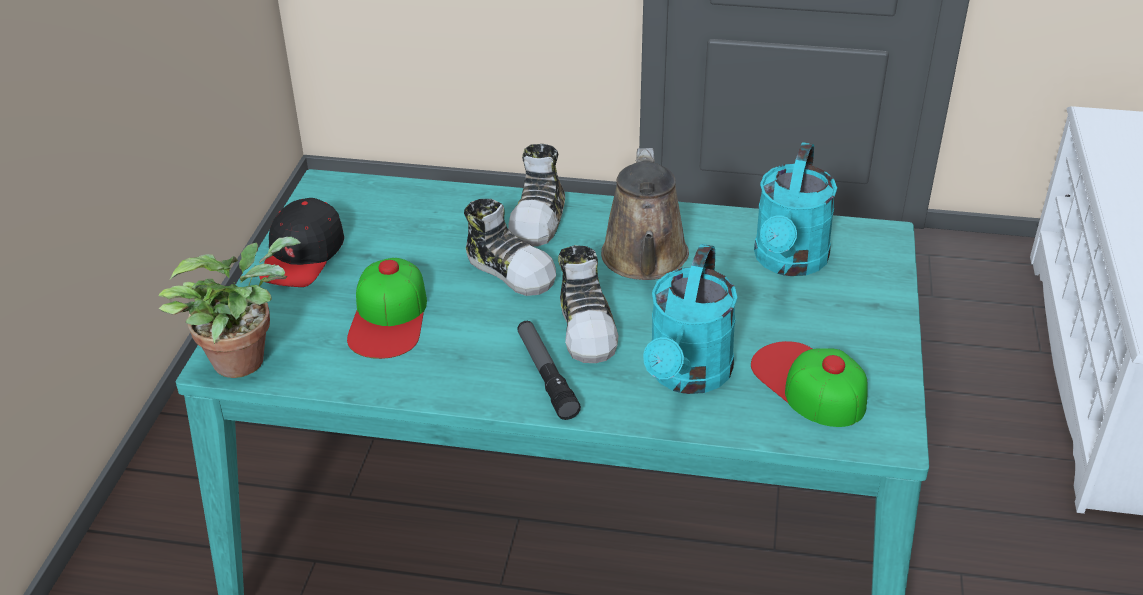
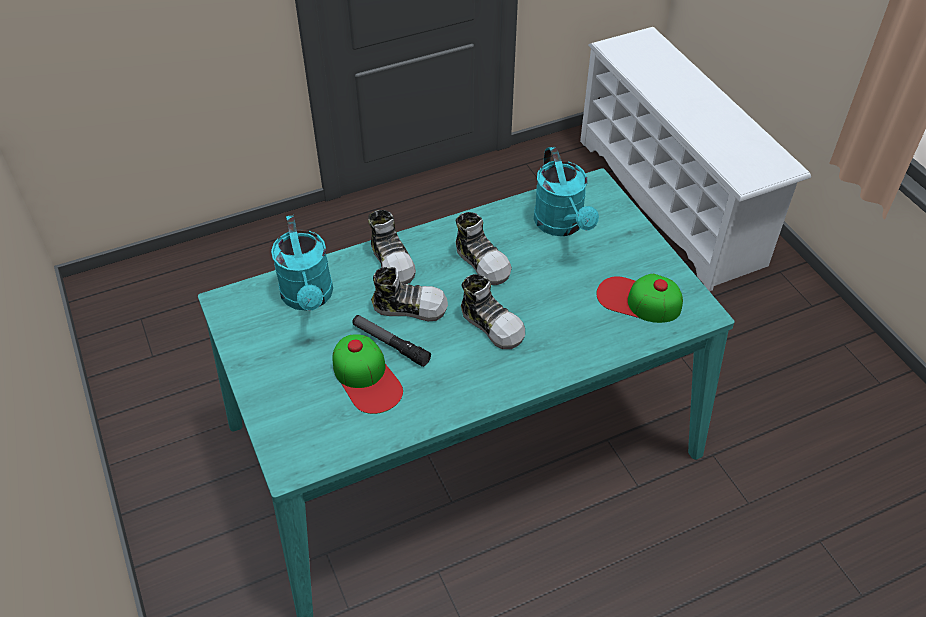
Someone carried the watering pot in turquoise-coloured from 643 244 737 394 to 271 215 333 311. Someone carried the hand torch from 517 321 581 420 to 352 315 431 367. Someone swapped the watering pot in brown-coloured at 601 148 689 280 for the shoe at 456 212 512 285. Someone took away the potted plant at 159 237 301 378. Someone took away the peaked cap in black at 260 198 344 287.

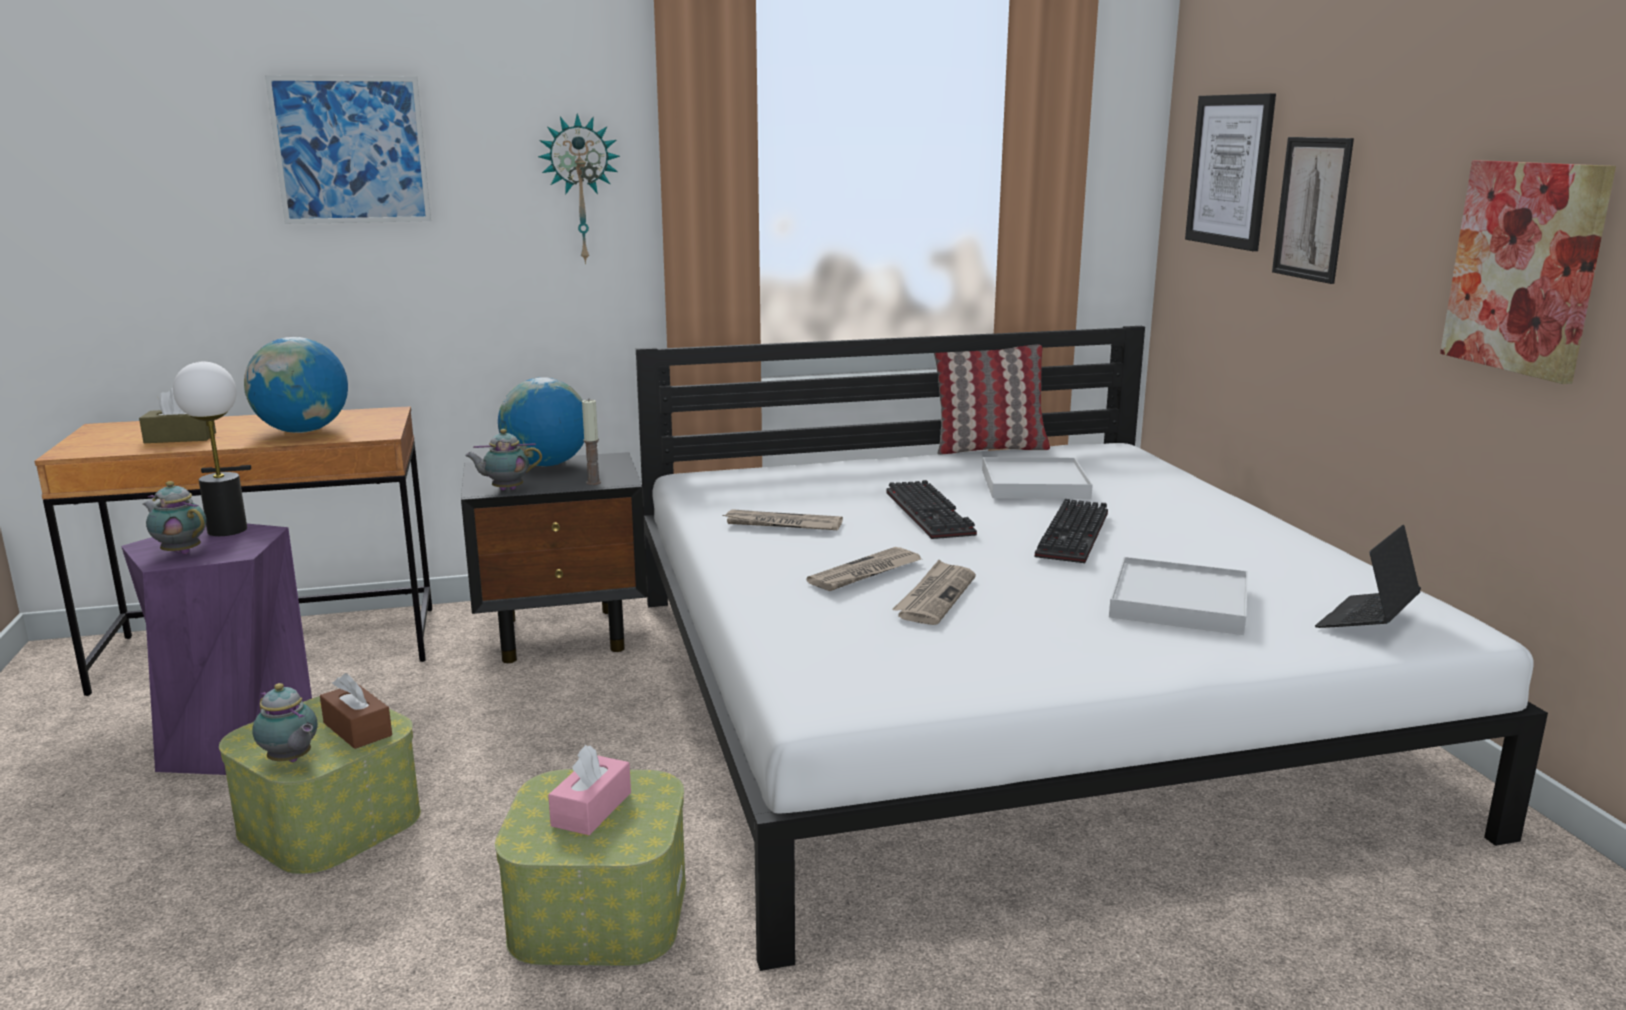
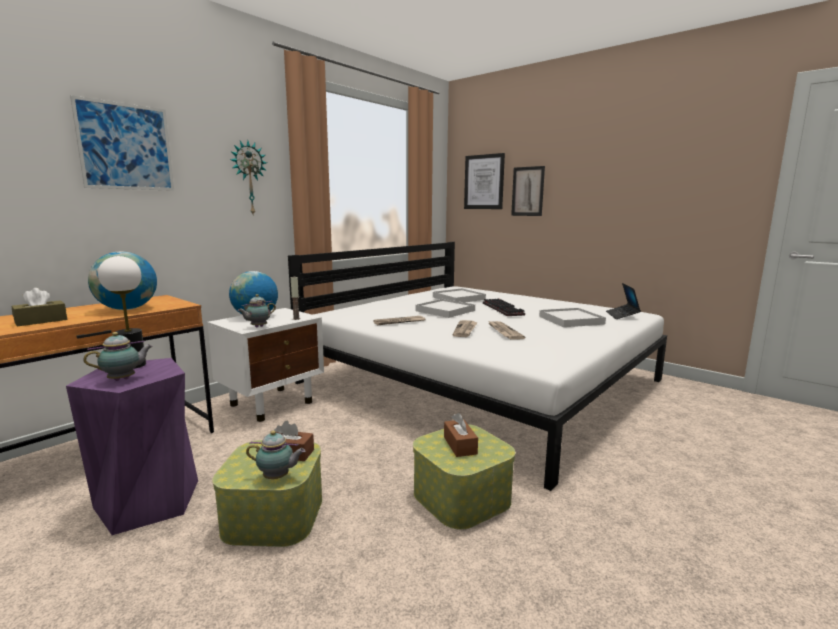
Someone rotated the pot for tea at 143 481 206 554 by 150 degrees clockwise. Someone repainted the nightstand in black at 461 452 647 663, which became the nightstand in white-coloured at 207 308 324 422. Someone swapped the computer keyboard at 886 480 977 539 for the serving tray in white-coloured at 415 299 475 318. Someone repainted the box of tissues in pinkish at 548 745 631 835, which became the box of tissues in brown-coloured at 444 413 478 457. Someone took away the pillow at 934 344 1050 455. Someone took away the wall art at 1440 160 1616 384.

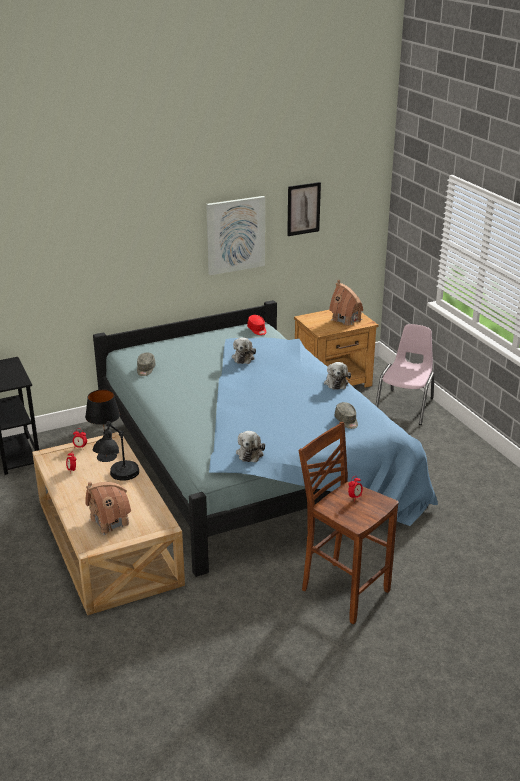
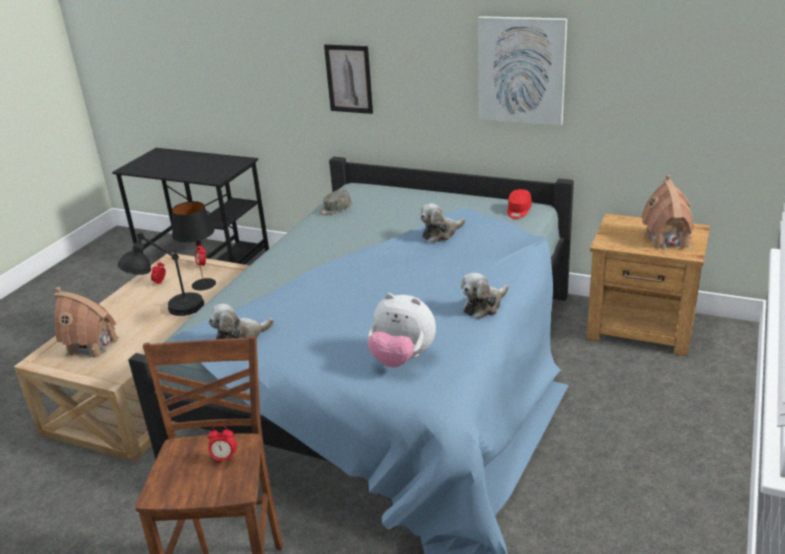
Someone carried the wall art from 287 182 321 236 to 324 44 373 114. Someone swapped the peaked cap in greyish at 335 402 358 429 for the plush toy at 367 293 436 367. Someone took away the plain chair in pinkish at 375 324 434 425.

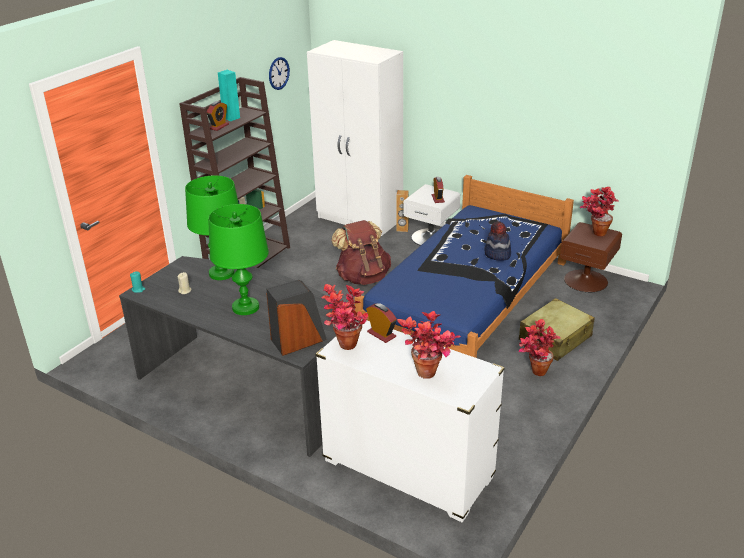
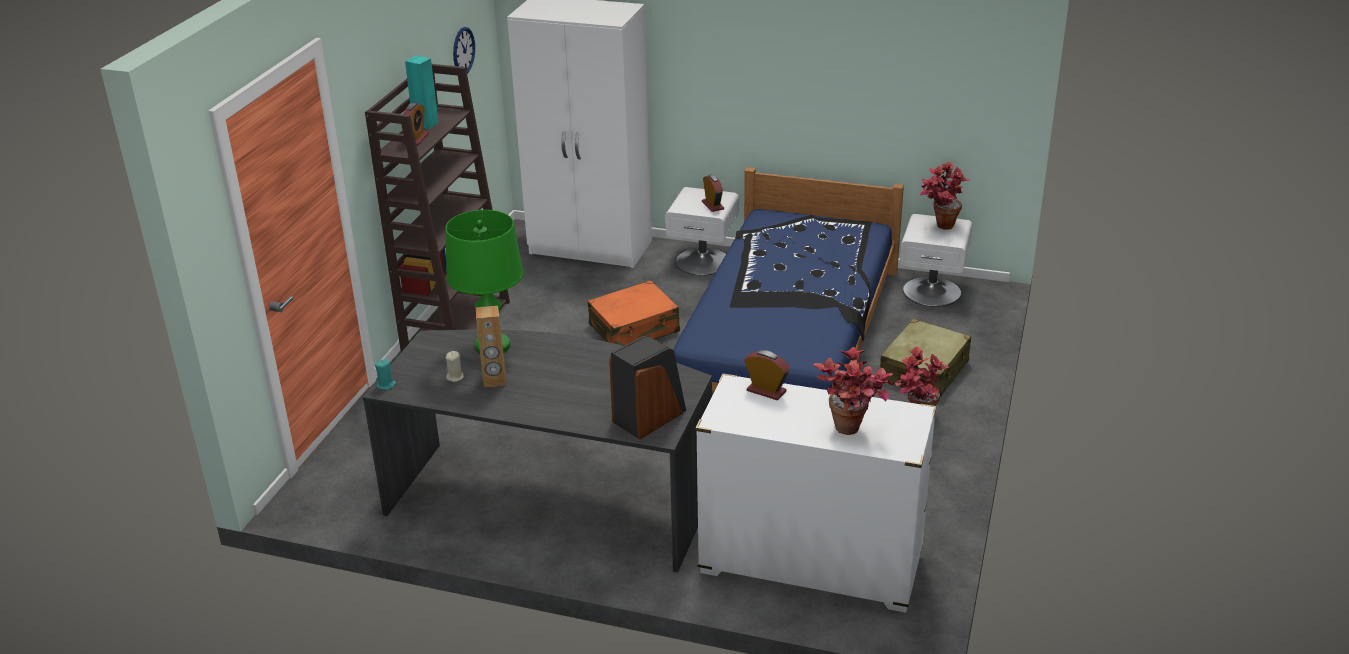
Someone carried the speaker in brown-coloured from 396 190 409 232 to 476 305 506 387. Someone swapped the knapsack in brown-coloured at 331 220 391 285 for the piece of luggage in orange at 588 280 680 346. Someone repainted the nightstand in brown-coloured at 560 222 622 292, which became the nightstand in white-coloured at 900 214 973 307. Someone took away the tabletop lamp in green-coloured at 208 204 269 315. Someone took away the potted plant at 322 284 368 350. Someone took away the hat at 485 221 511 261.

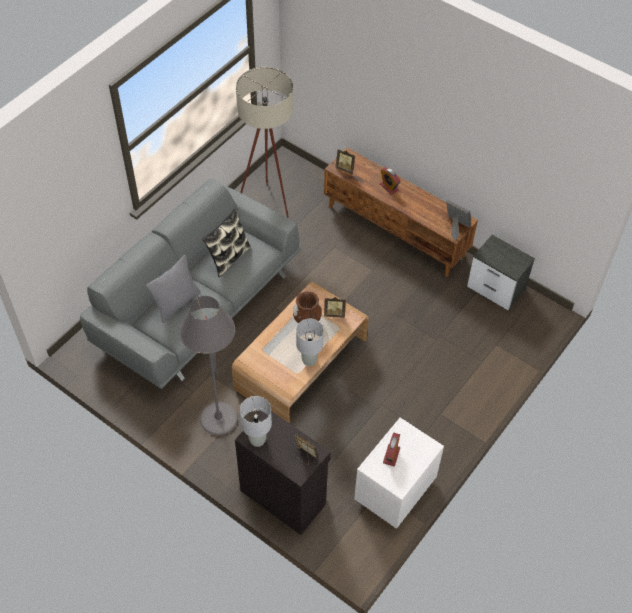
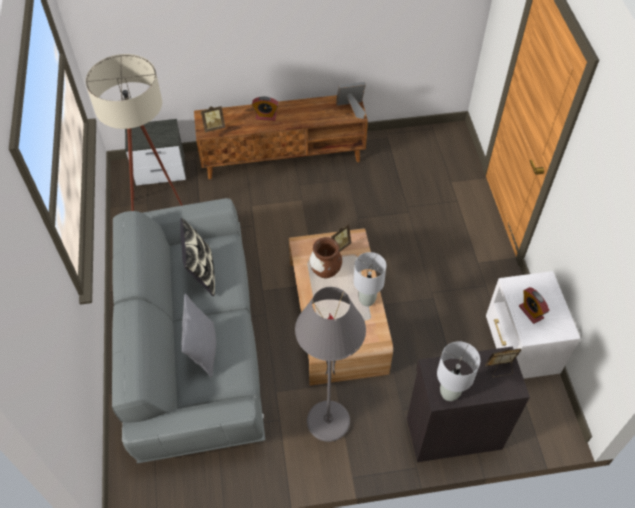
Someone carried the nightstand from 467 235 535 310 to 125 119 186 186.

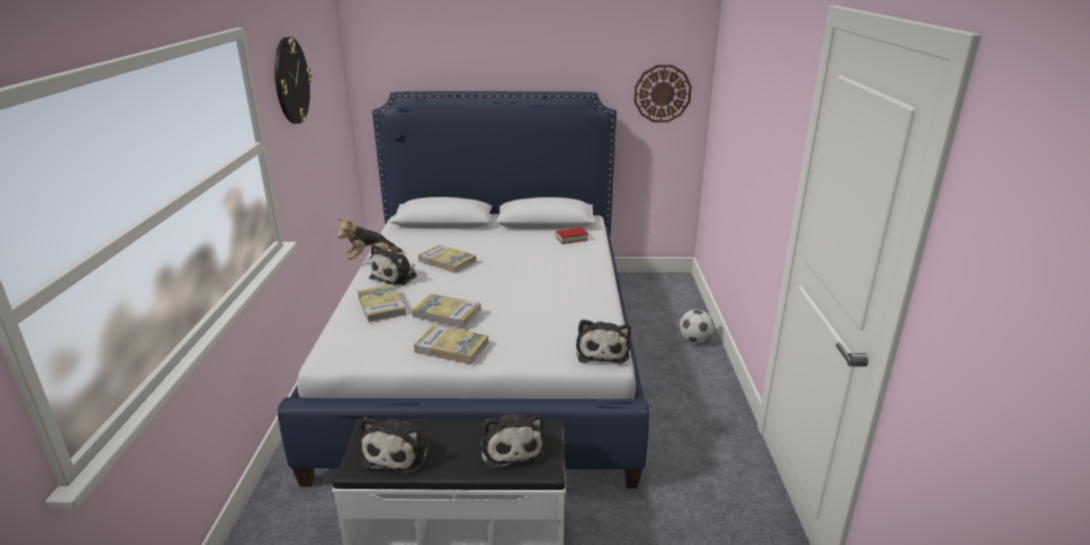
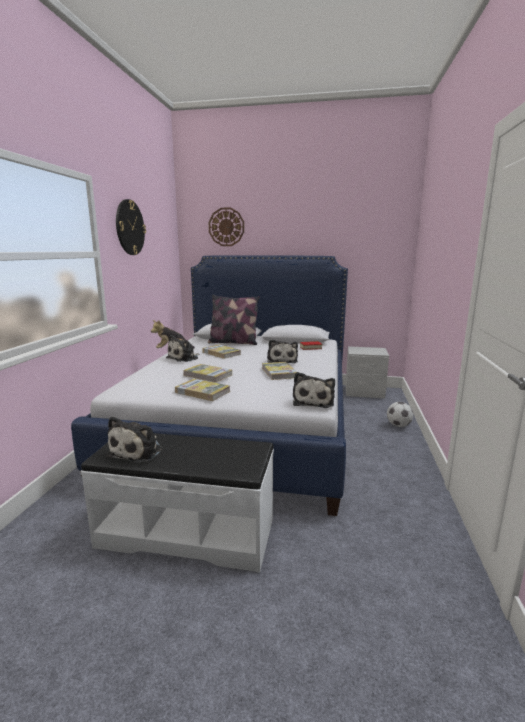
Someone put down the pillow at 208 295 260 345. Someone carried the hanging clock from 634 65 692 122 to 209 207 244 246. Someone carried the bound book from 357 284 406 323 to 262 362 297 380. Someone carried the plush toy from 481 414 545 470 to 267 339 298 363. Someone put down the nightstand in greyish at 346 346 389 398.

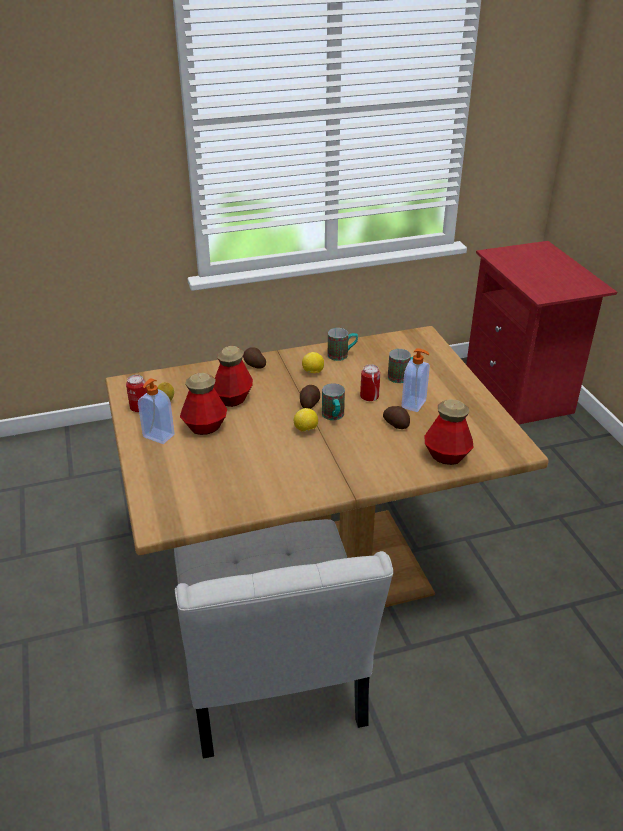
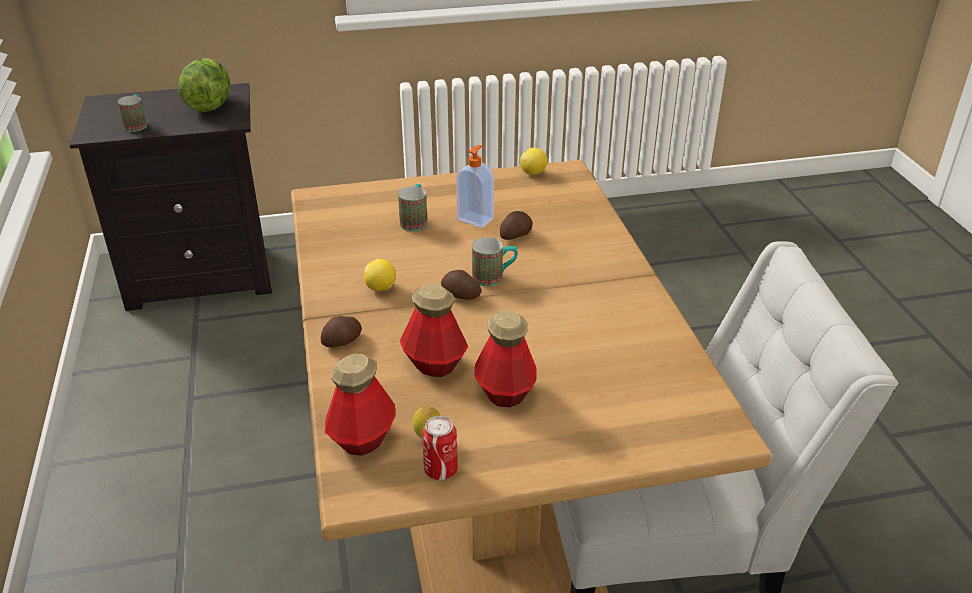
Someone repainted the nightstand in red at 466 241 617 425, which became the nightstand in black at 70 83 272 311. Someone carried the coffee mug from 328 328 358 361 to 117 95 147 132. Someone put down the lettuce head at 179 58 230 112. Someone carried the beverage bottle from 425 399 474 465 to 325 353 395 456. Someone carried the whole lemon from 294 408 318 432 to 520 148 547 175. Someone took away the liquid soap bottle at 138 378 175 444. Someone took away the sealed can at 360 364 380 401.

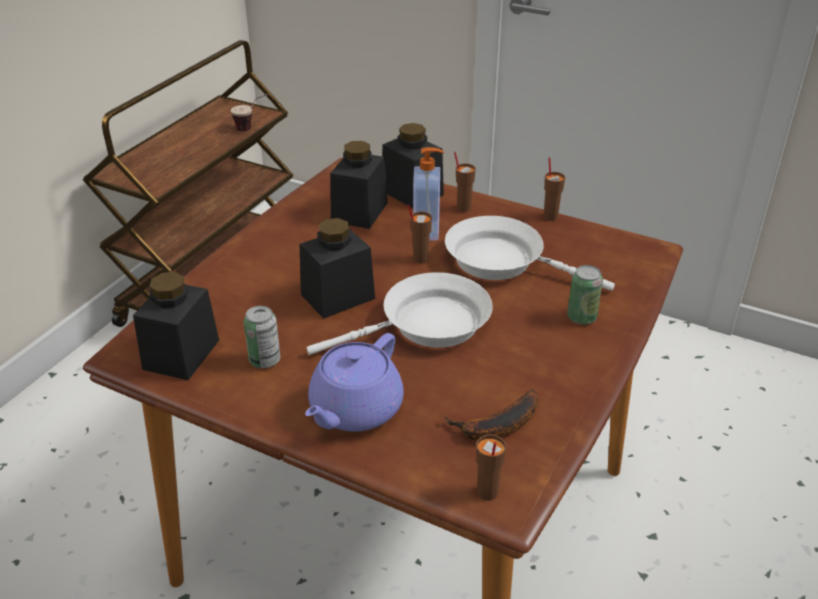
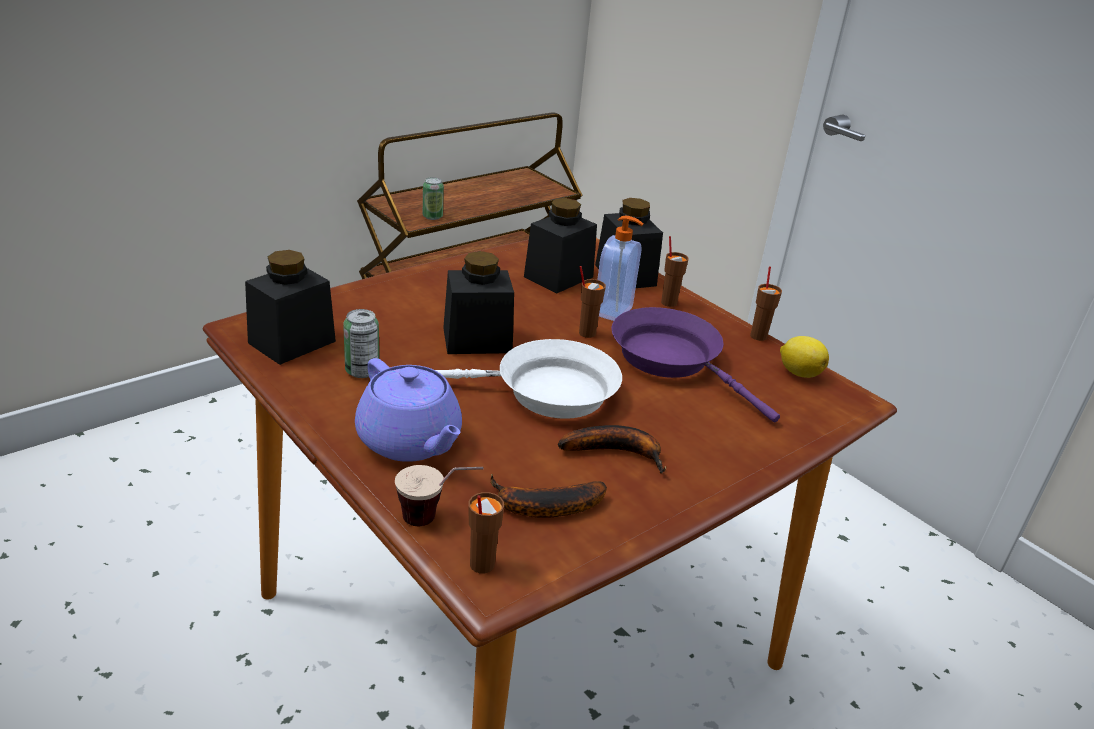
Someone rotated the pot for tea in purple at 305 333 404 432 by 90 degrees counterclockwise. Someone carried the small cup from 231 93 269 132 to 395 465 484 526. Someone carried the sealed can from 567 265 603 325 to 423 177 444 220. Someone put down the banana fruit at 558 425 666 474. Someone repainted the pan in white-coloured at 445 216 615 291, which became the pan in purple at 611 307 780 422. Someone put down the whole lemon at 780 336 829 378.

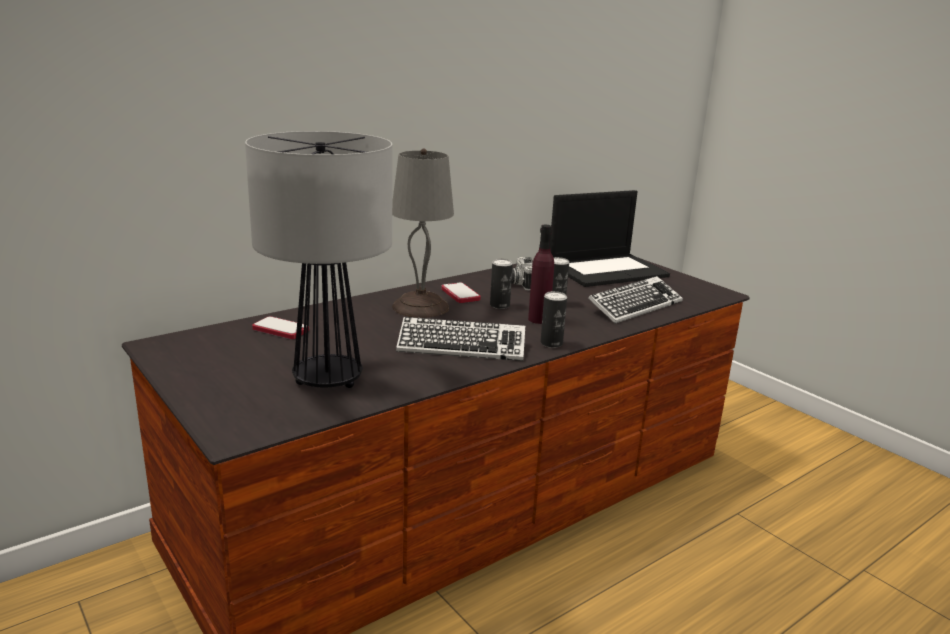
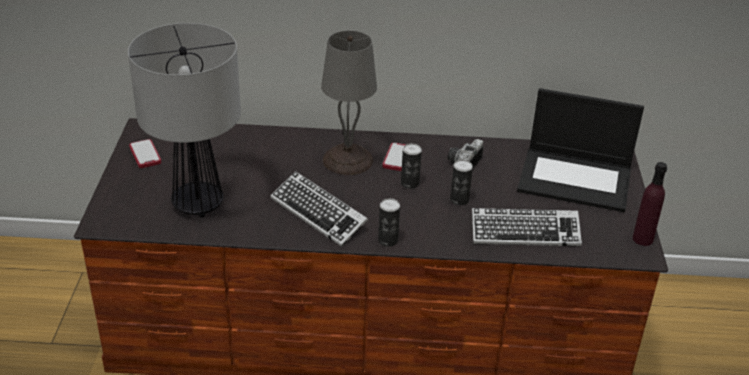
Someone carried the telephone from 252 316 309 339 to 129 139 161 168. Someone carried the beverage bottle in purple from 528 225 554 324 to 633 162 667 246.

